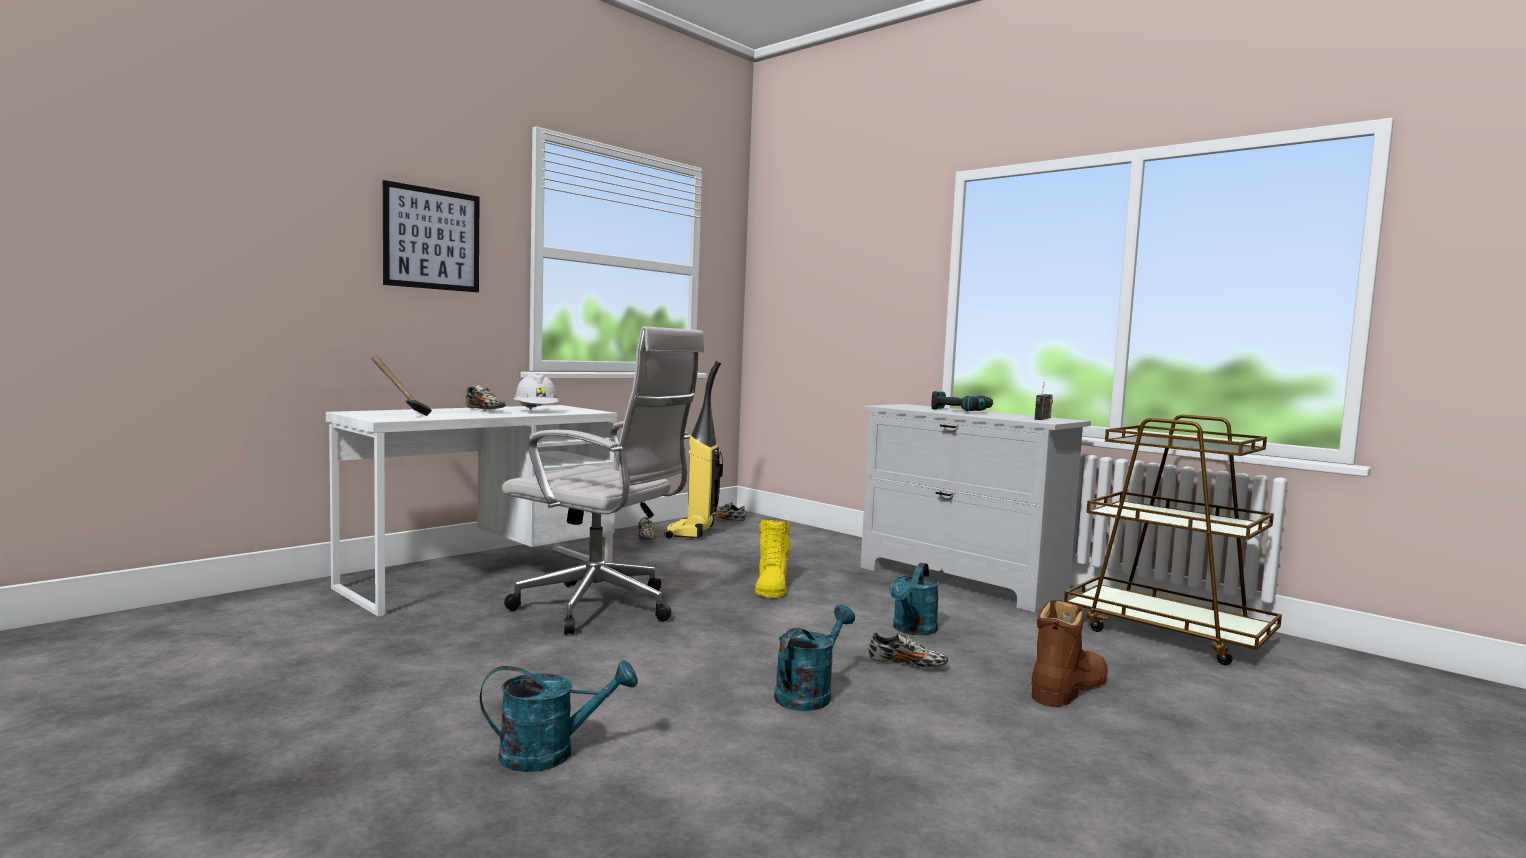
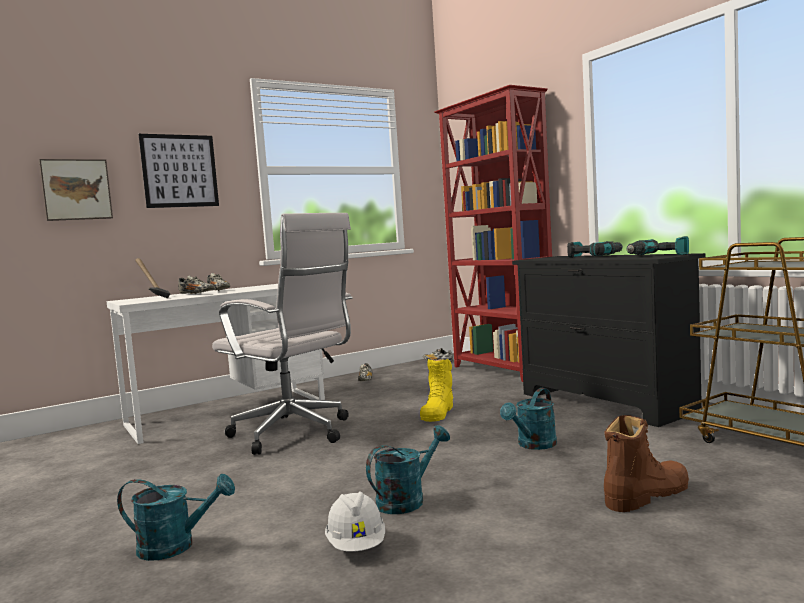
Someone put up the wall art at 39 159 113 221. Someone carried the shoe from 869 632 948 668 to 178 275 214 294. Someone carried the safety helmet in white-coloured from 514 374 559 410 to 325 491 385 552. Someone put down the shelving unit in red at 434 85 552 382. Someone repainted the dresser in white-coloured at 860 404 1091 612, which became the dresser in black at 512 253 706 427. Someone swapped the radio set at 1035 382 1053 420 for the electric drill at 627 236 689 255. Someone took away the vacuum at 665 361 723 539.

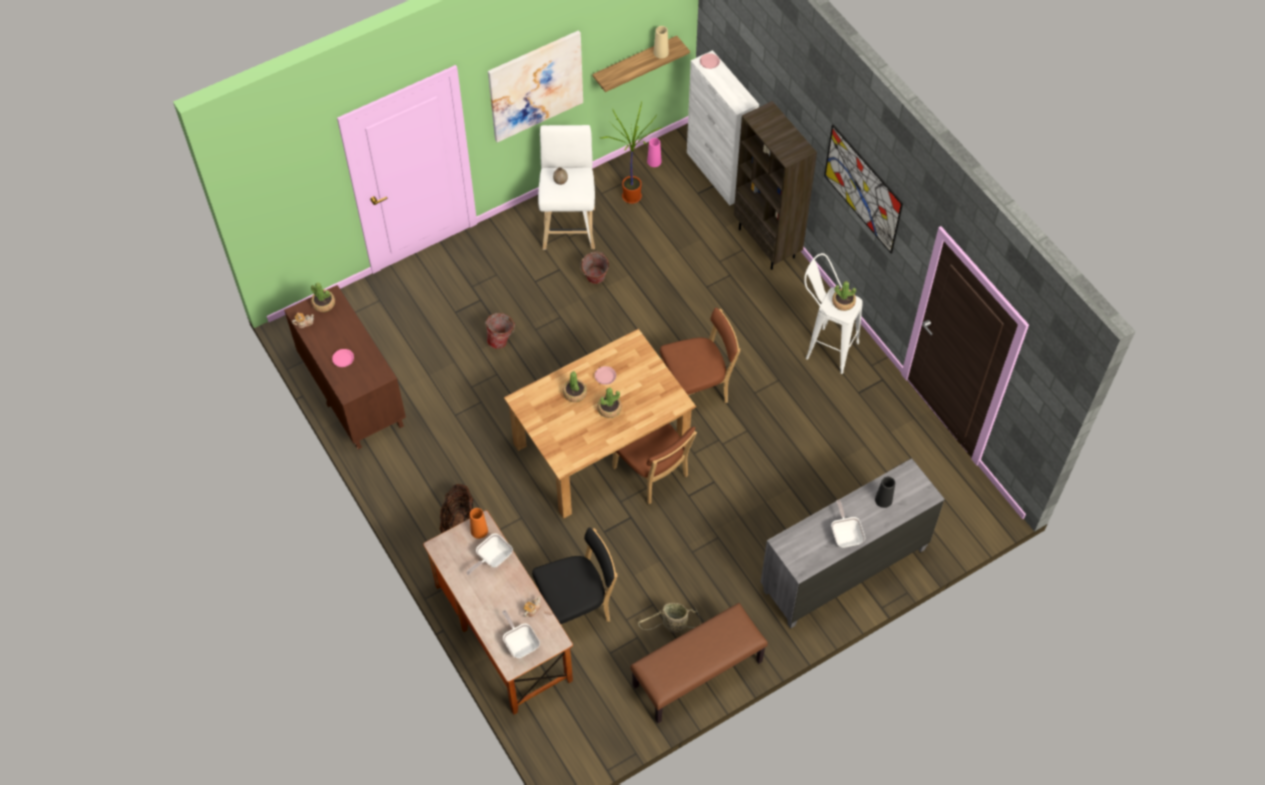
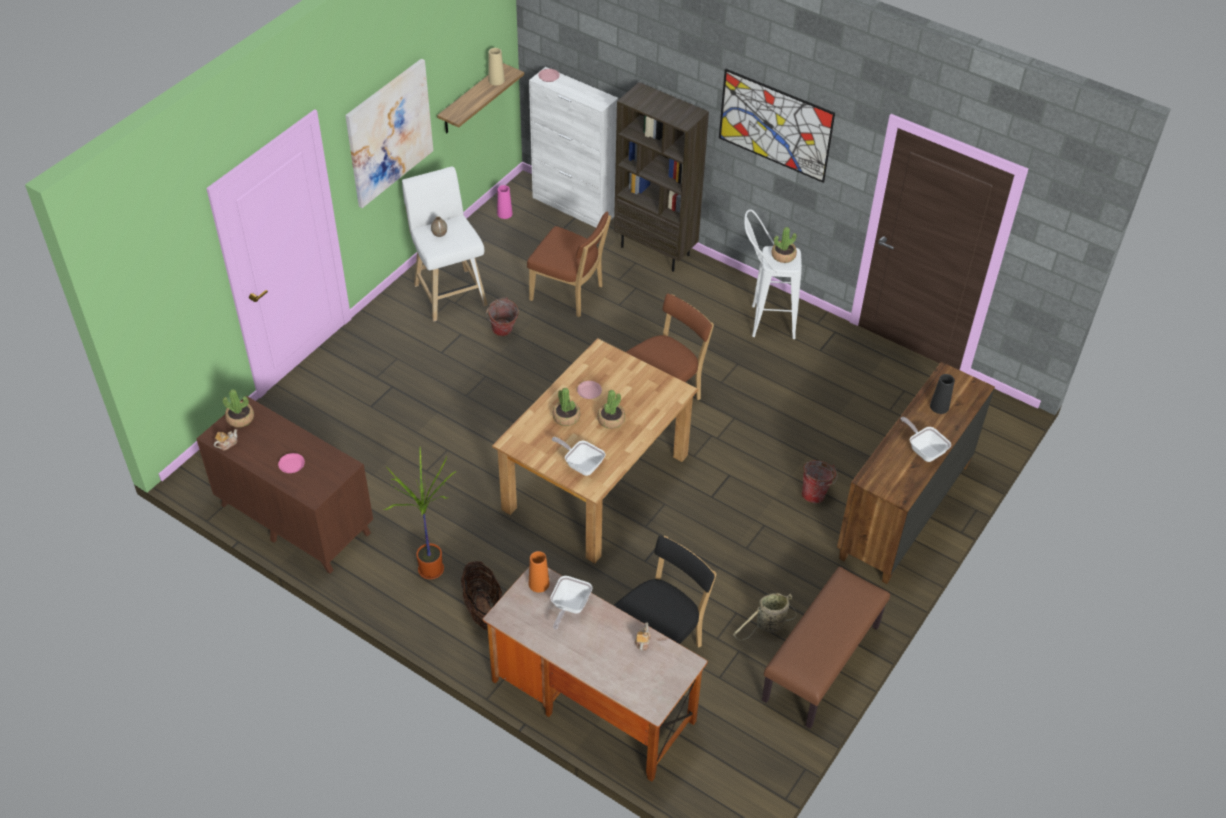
Someone carried the potted plant from 599 102 662 204 to 384 447 457 579. Someone carried the plain chair in brown-coloured from 613 423 697 504 to 527 211 611 317. Someone carried the pan from 502 610 540 658 to 551 437 606 476. Someone carried the pail from 485 313 515 349 to 801 460 837 503. Someone repainted the dresser in greyish at 761 458 945 629, which became the dresser in brown-coloured at 837 362 995 584.

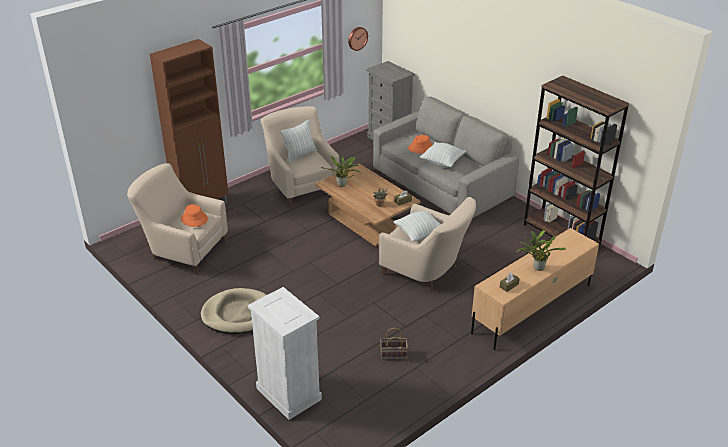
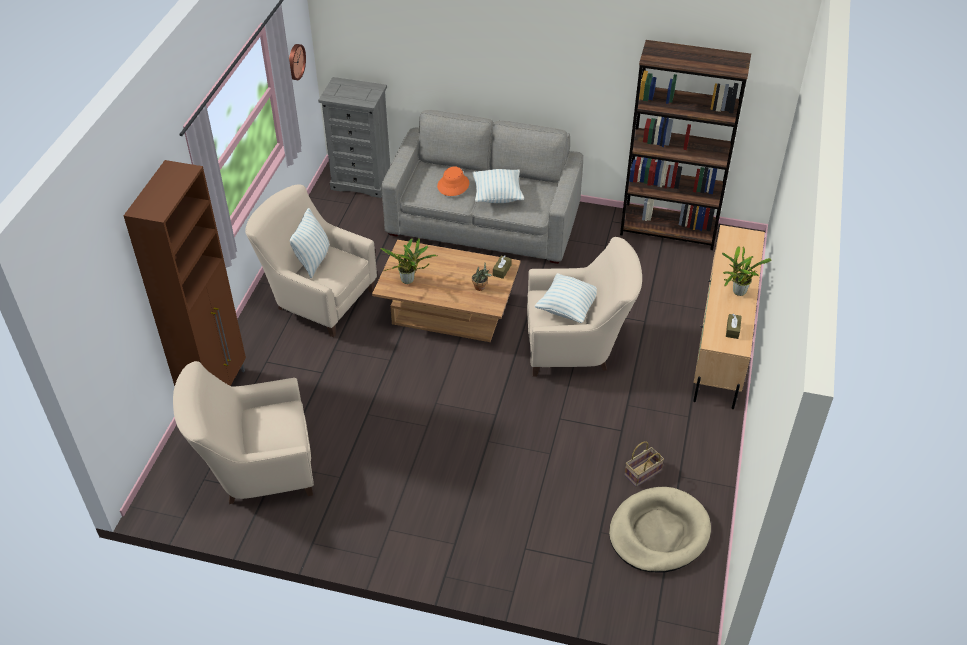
Someone carried the dog cushion in beige from 201 288 266 334 to 609 487 711 573. Someone took away the hat in orange at 181 204 208 227. Someone took away the dresser in white-coloured at 247 287 322 420.

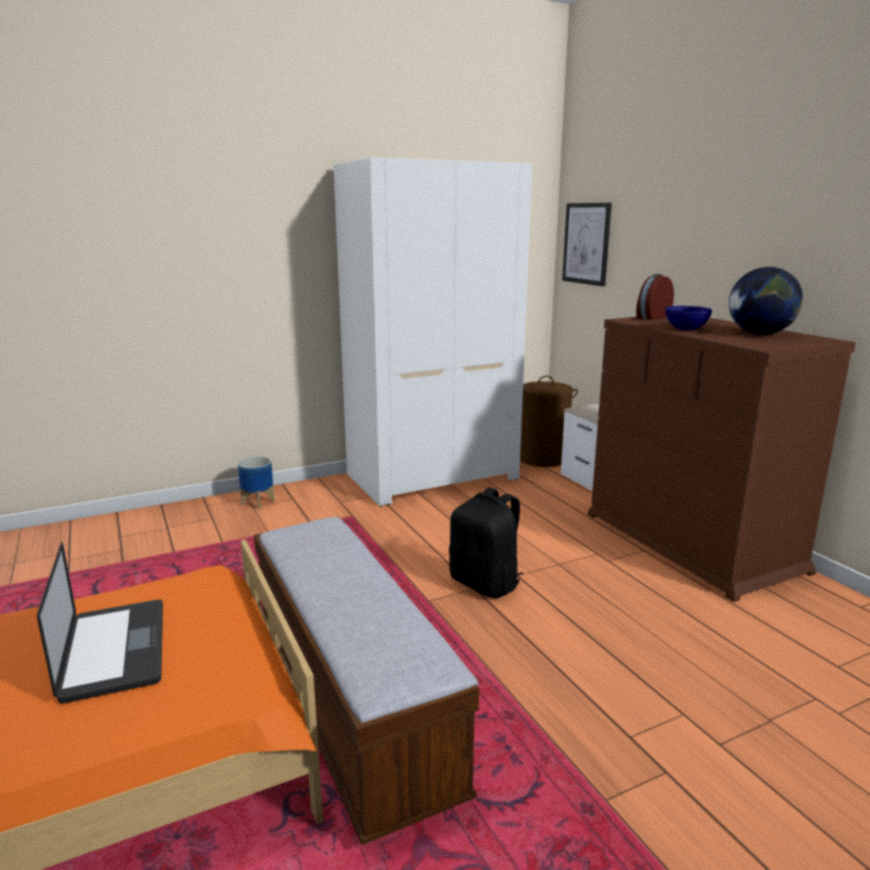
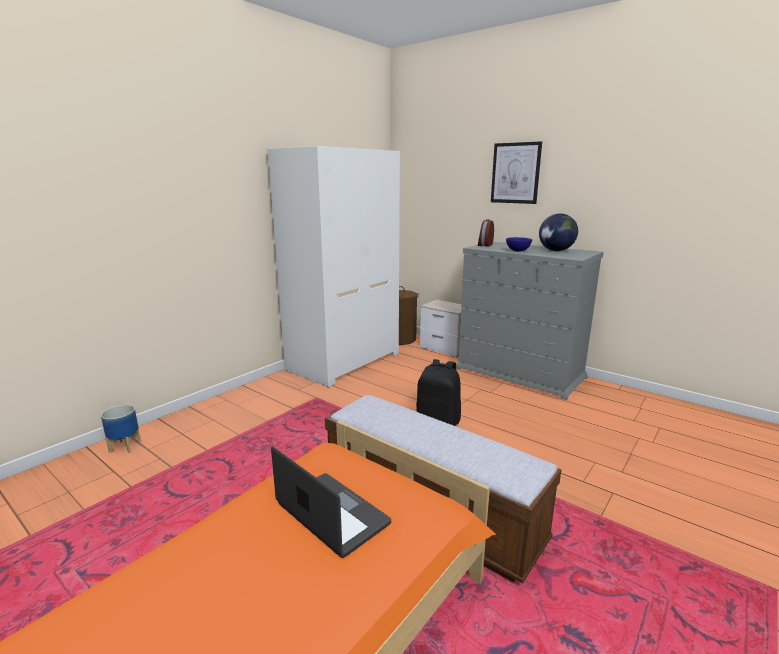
Someone carried the flower pot from 238 456 275 509 to 101 405 141 453. Someone repainted the dresser in brown-coloured at 588 317 856 602, which became the dresser in greyish at 456 242 603 400. Someone carried the wall art from 562 203 612 286 to 491 141 542 204.

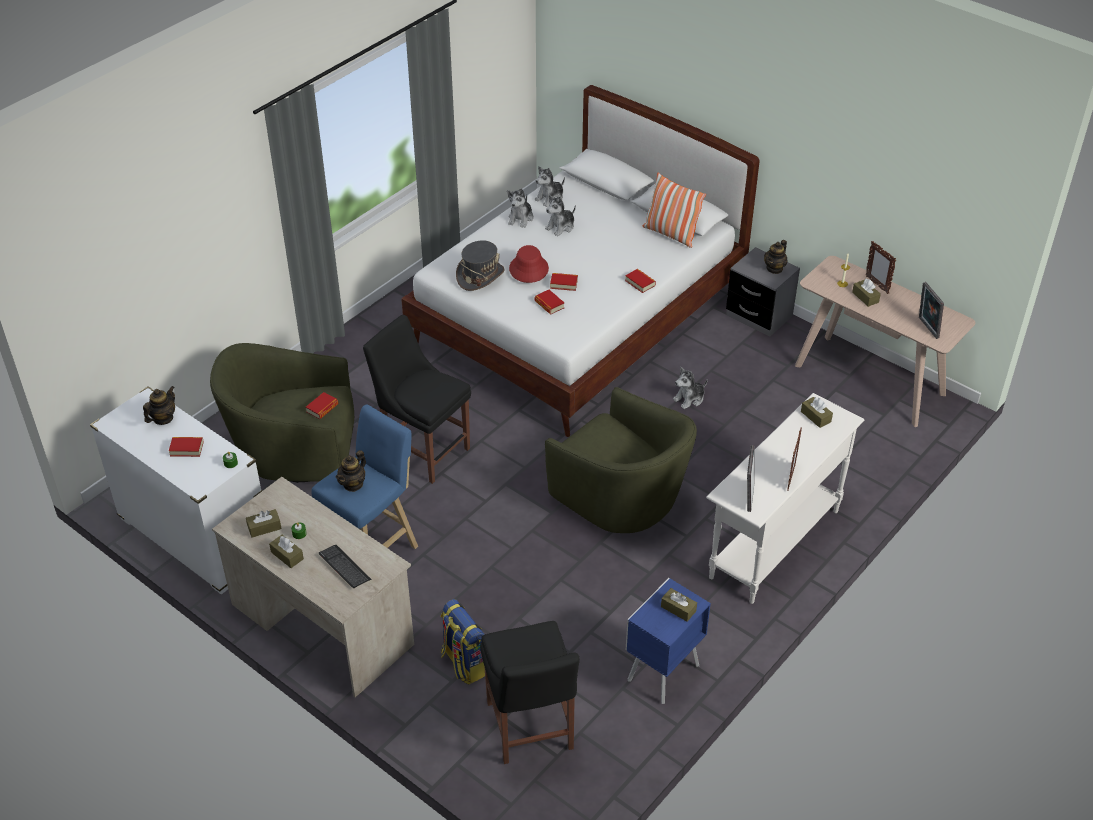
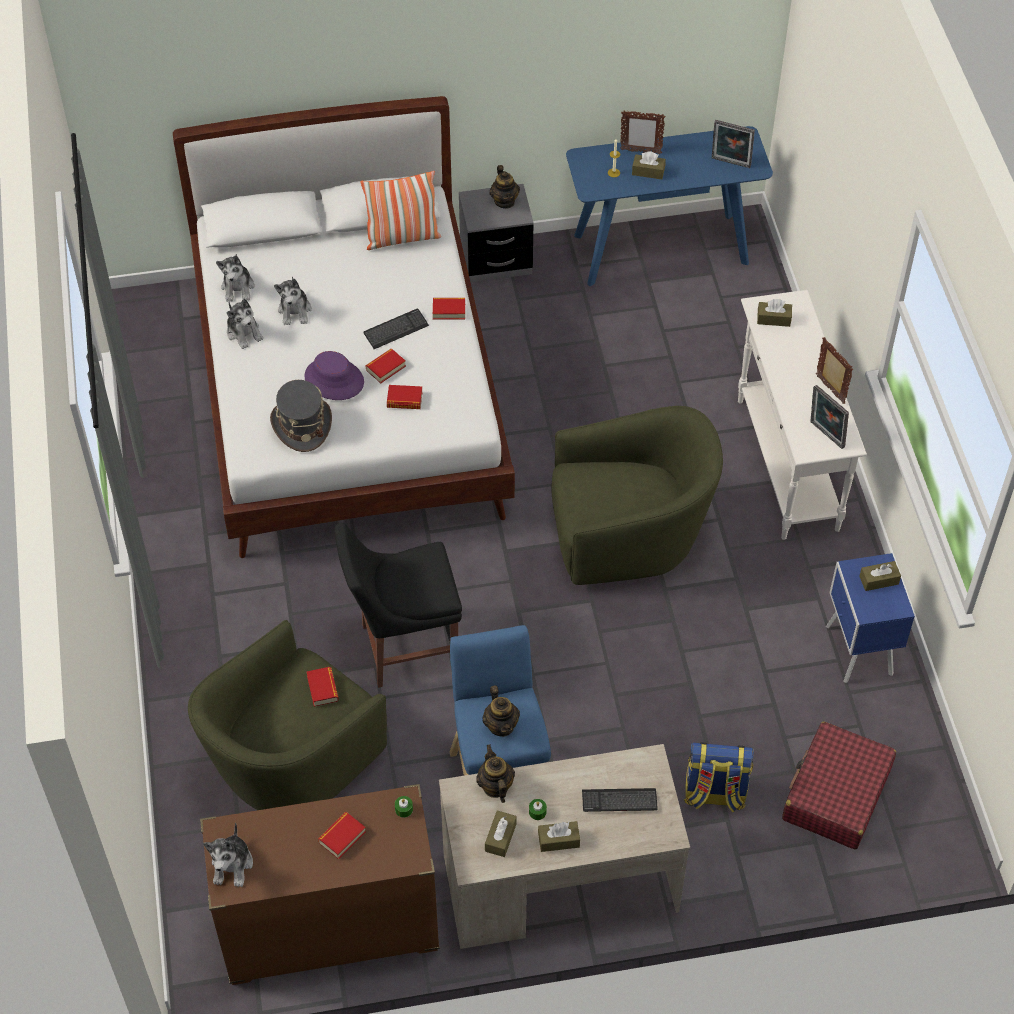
Someone repainted the dresser in white-coloured at 90 387 262 594, which became the dresser in brown-coloured at 200 784 440 985. Someone carried the plush toy from 673 367 708 409 to 203 823 253 887. Someone repainted the hat in red at 509 245 549 283, which became the hat in purple at 304 351 364 400. Someone put down the computer keyboard at 363 308 429 349. Someone carried the pot for tea from 143 386 175 425 to 476 745 515 803. Someone repainted the console table in beige at 795 256 975 427, which became the console table in blue at 566 126 773 286. Someone swapped the plain chair in black at 480 621 580 764 for the piece of luggage in red at 782 721 896 849.

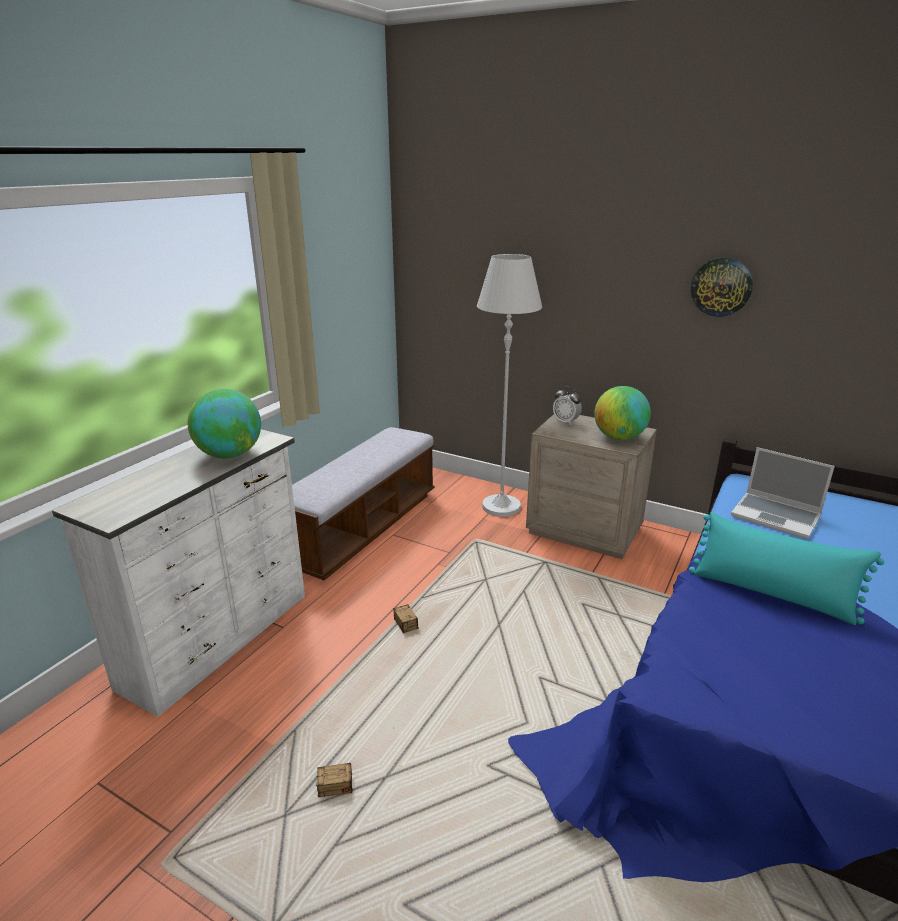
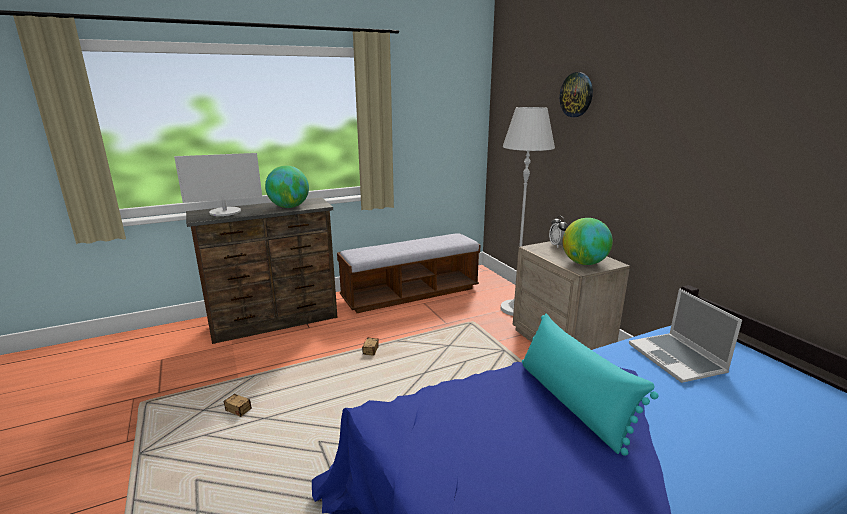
Someone put down the computer screen at 174 153 262 216. Someone repainted the dresser in white-coloured at 52 429 305 717, which became the dresser in brown-coloured at 186 197 338 344. Someone carried the hanging clock from 691 257 753 317 to 560 72 593 117.

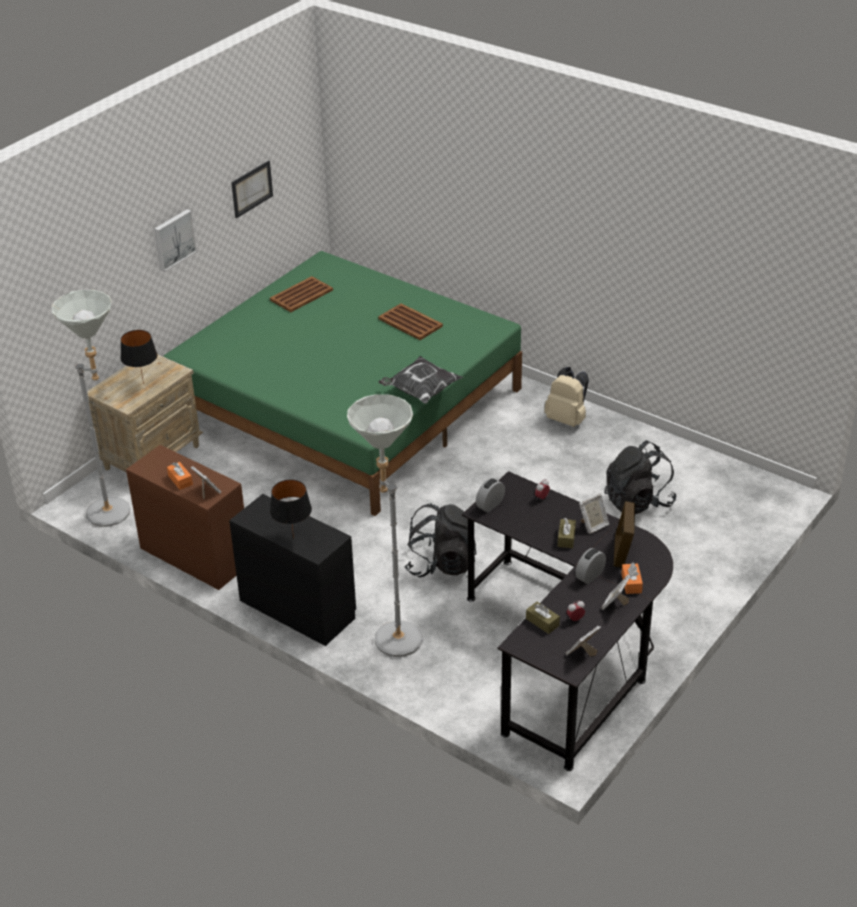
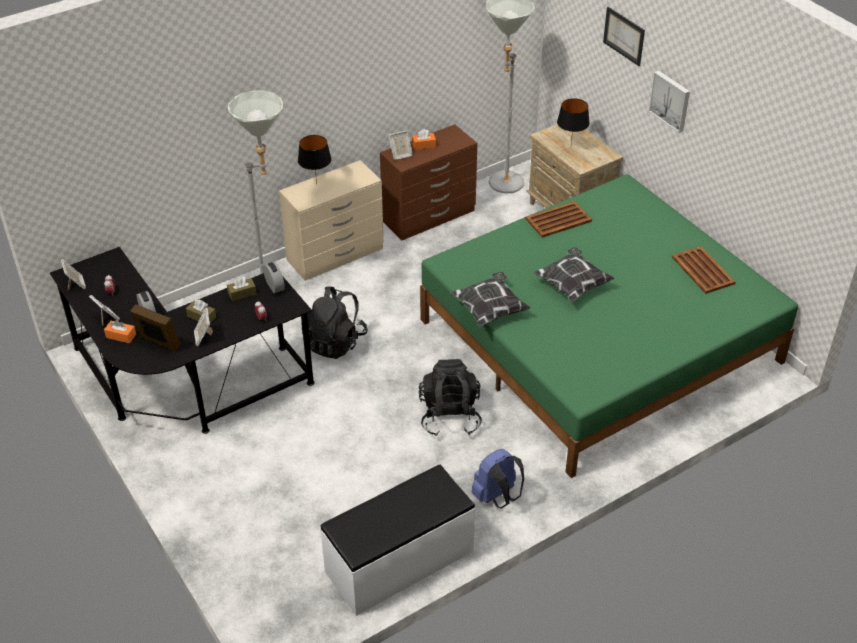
Someone carried the box of tissues in brown-coloured from 526 602 560 634 to 227 276 256 301. Someone repainted the dresser in black at 229 494 356 646, which became the dresser in beige at 279 160 384 281. Someone put down the long seat in white-coloured at 320 465 476 616. Someone carried the knapsack in black from 605 440 677 514 to 419 359 482 436. Someone repainted the knapsack in beige at 544 367 589 427, which became the knapsack in blue at 472 449 524 508. Someone carried the serving tray in brown-coloured from 378 303 443 340 to 525 201 592 238. Someone put down the pillow at 533 247 615 303. Someone carried the wall art from 231 161 273 218 to 603 7 645 66.

